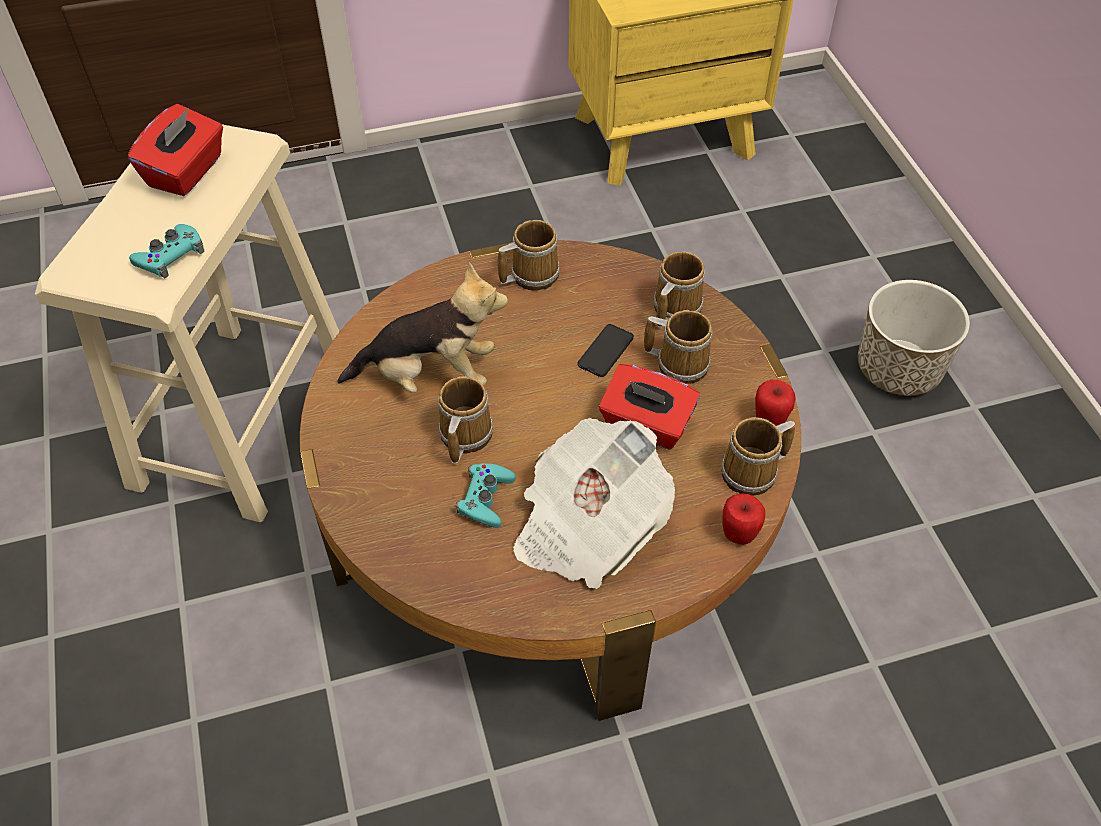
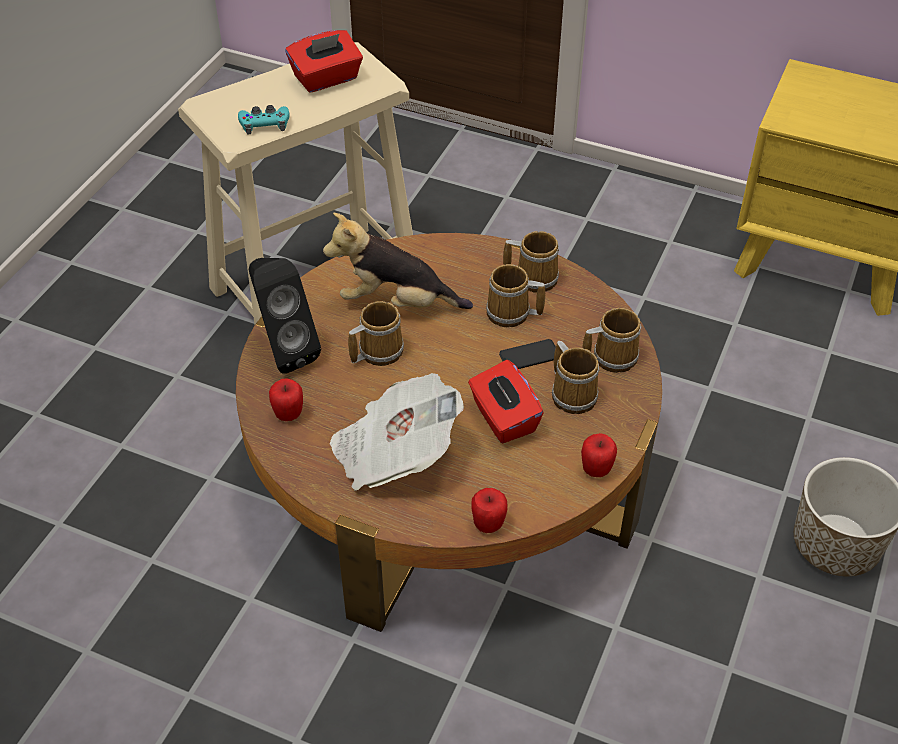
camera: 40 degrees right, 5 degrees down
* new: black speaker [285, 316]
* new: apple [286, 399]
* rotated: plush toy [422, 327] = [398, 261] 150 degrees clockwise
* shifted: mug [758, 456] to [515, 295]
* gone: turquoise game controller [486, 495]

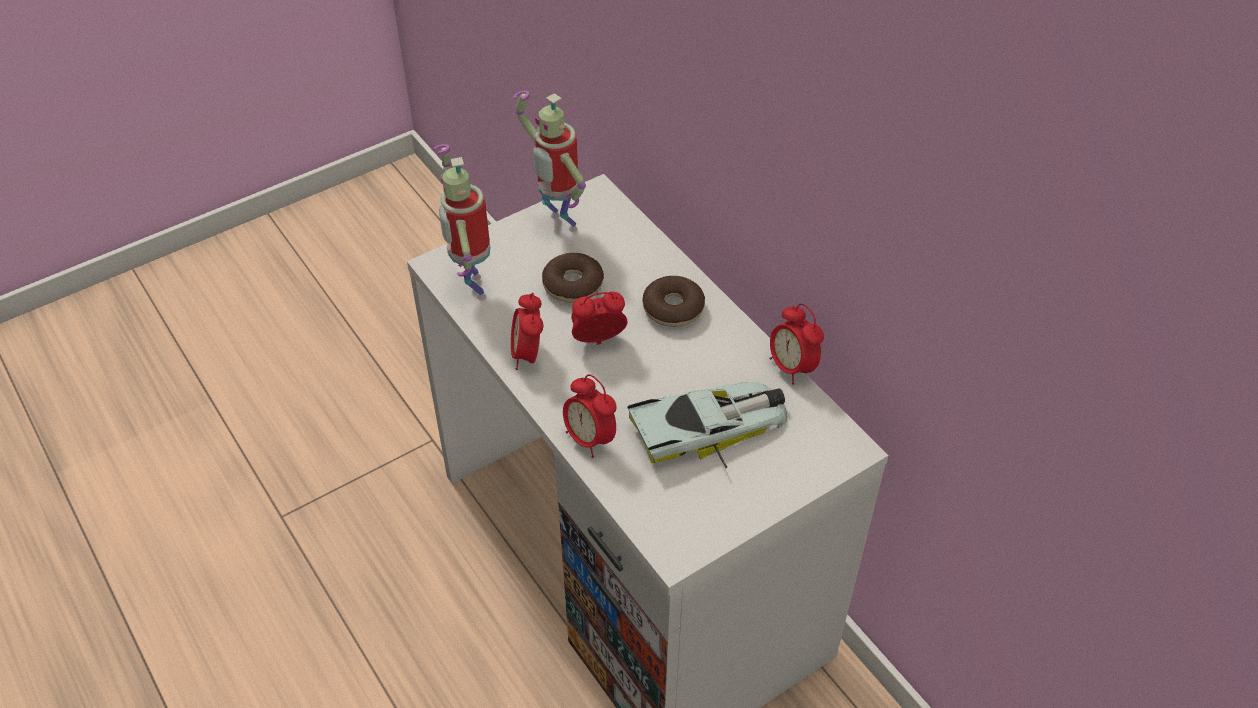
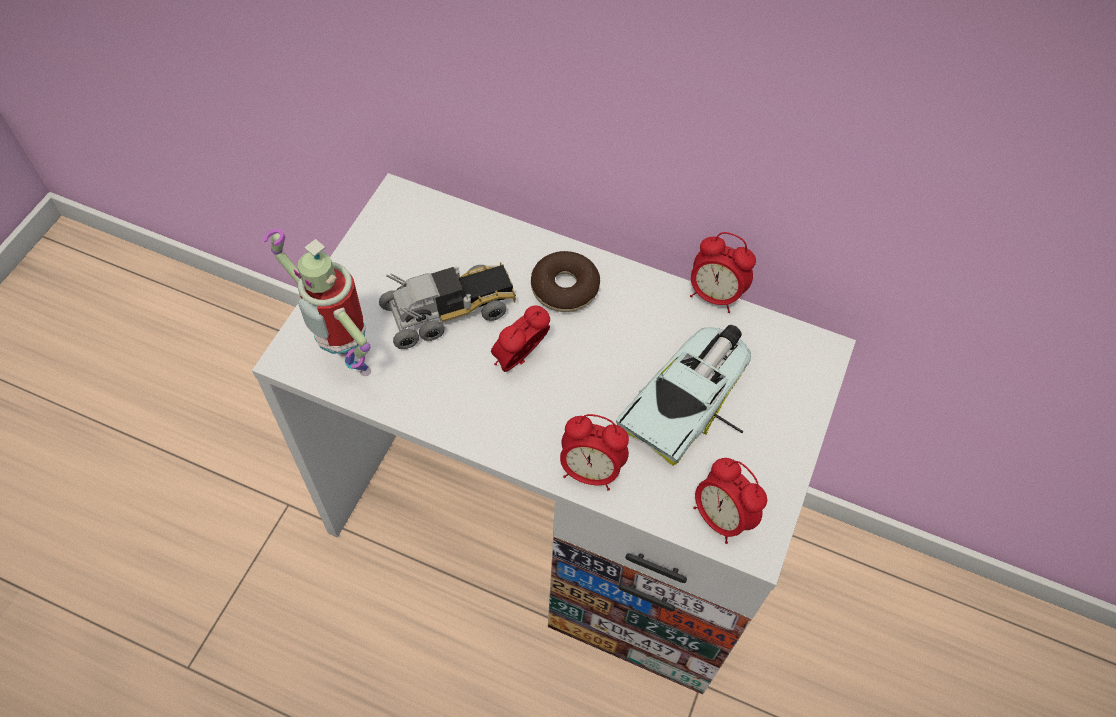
camera: 35 degrees left, 10 degrees up
* swapped: donut [573, 278] to toy truck [447, 305]
* shifted: alarm clock [527, 331] to [730, 501]
* gone: toy robot [550, 161]

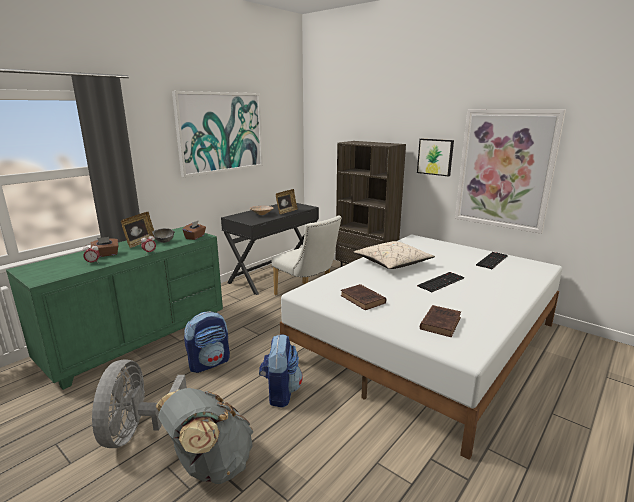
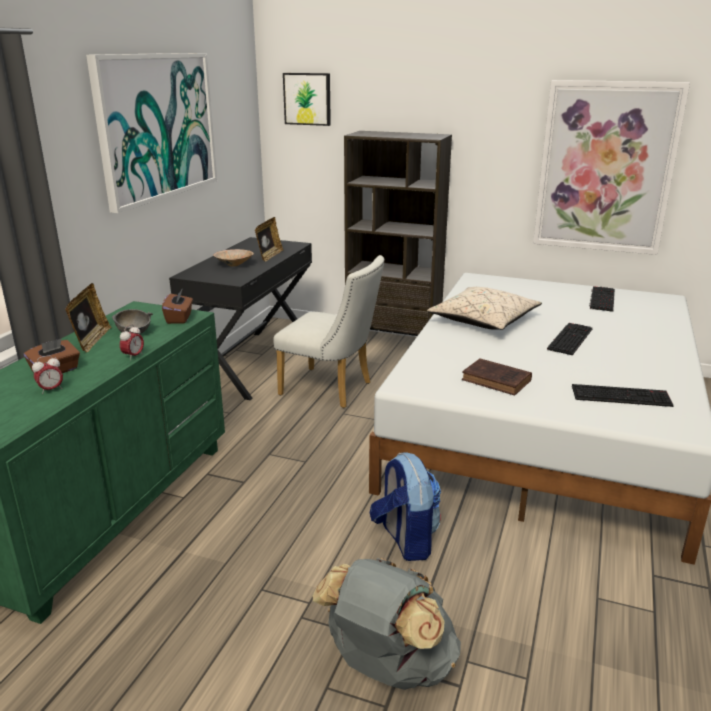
camera: 20 degrees left, 5 degrees up
* shifted: picture [435, 157] to [307, 99]
* swapped: brown book [440, 321] to keyboard [623, 395]
* gone: grey fan [139, 403]
* gone: backpack [207, 342]

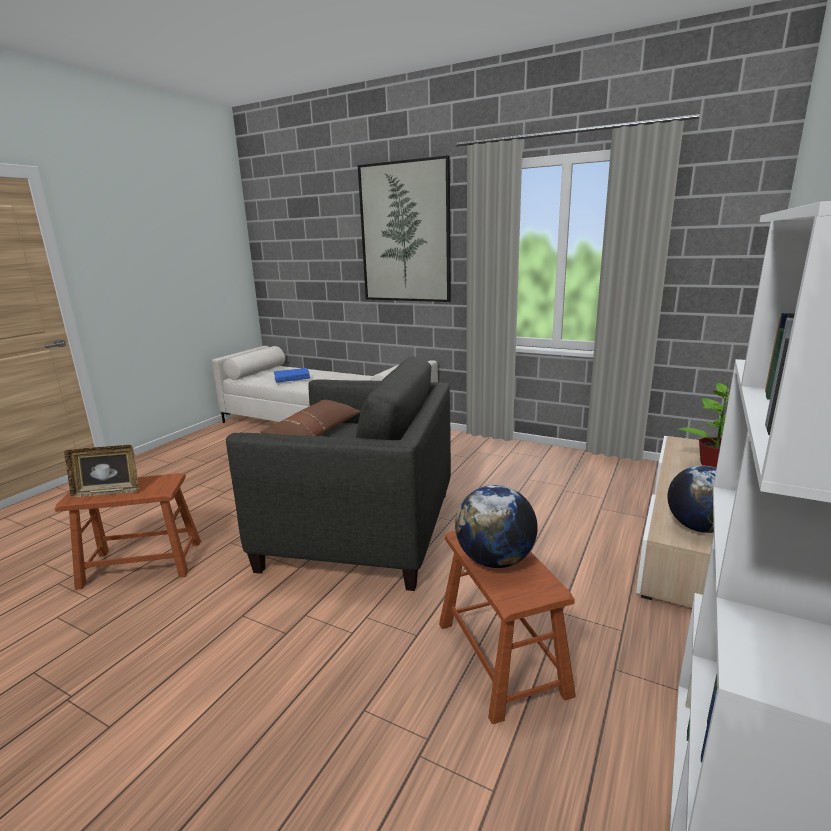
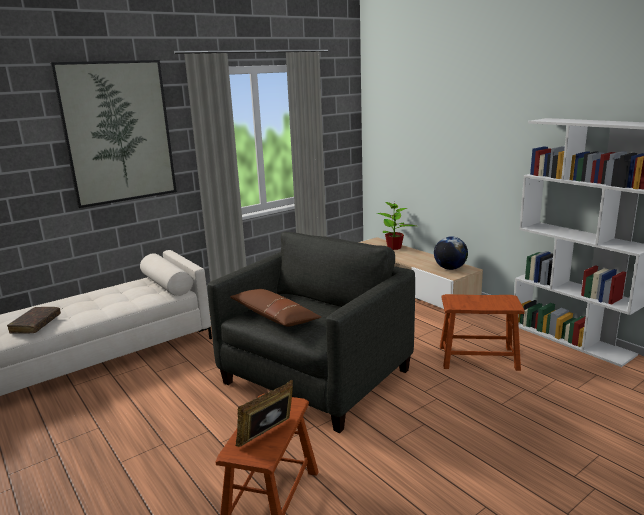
camera: 65 degrees left, 0 degrees up
* repainted: blue book [292, 375] to brown book [34, 320]
* rotated: picture frame [101, 471] = [264, 413] 150 degrees counterclockwise
* gone: globe [496, 526]

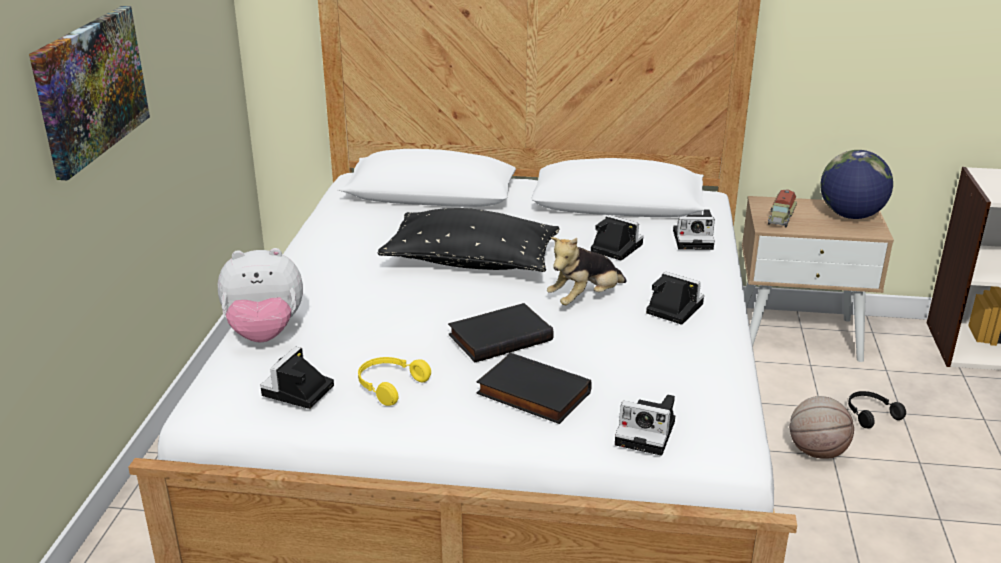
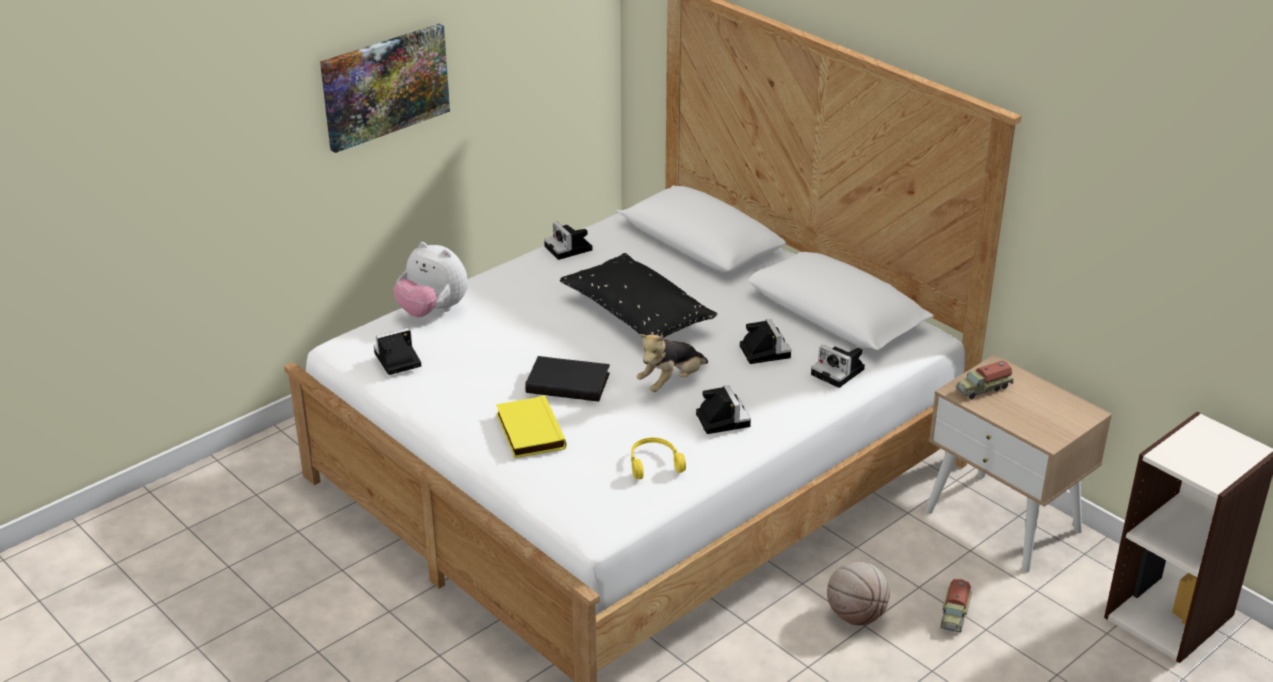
camera: 40 degrees right, 5 degrees up
* repainted: black book [534, 388] to yellow book [531, 426]
* shifted: photo camera [645, 425] to [568, 241]
* shifted: yellow headphones [394, 381] to [658, 458]
* rotated: plush toy [587, 271] = [672, 363] 45 degrees counterclockwise
* swapped: black headphones [877, 409] to toy truck [956, 605]
* gone: globe [857, 184]

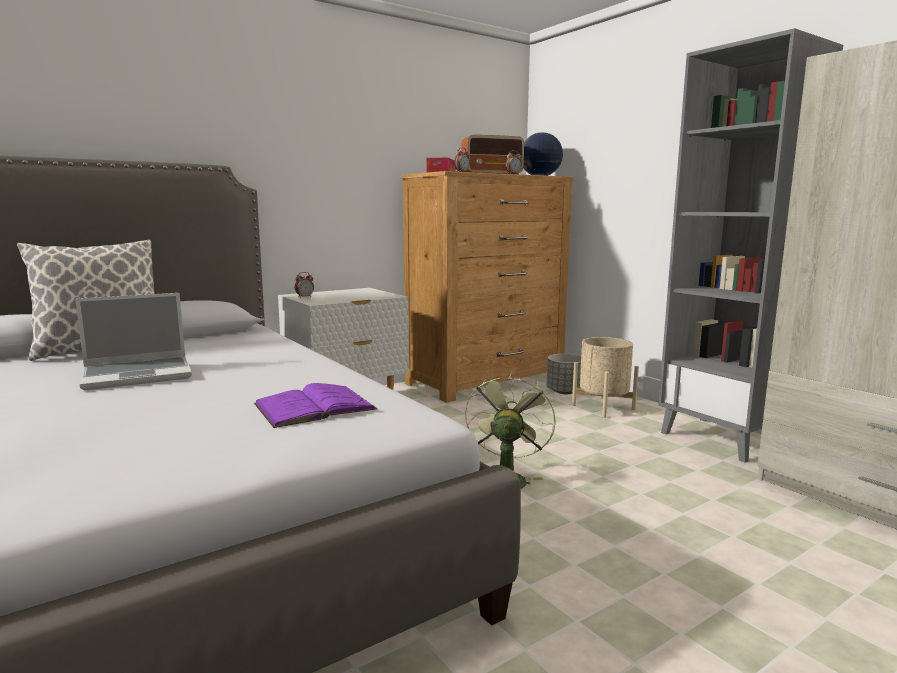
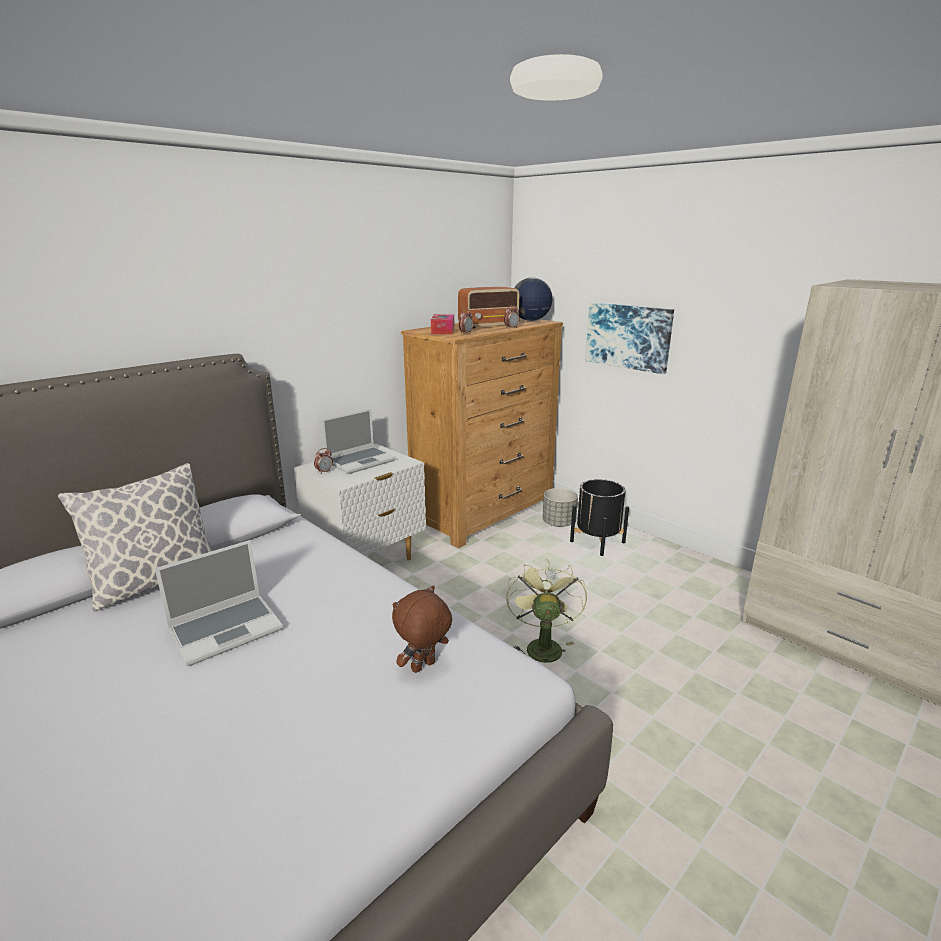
camera: 10 degrees left, 10 degrees up
* new: laptop [359, 441]
* swapped: purple book [315, 405] to brown plush toy [422, 629]
* repainted: beige planter [605, 377] to black planter [599, 517]
* new: picture [629, 338]
* gone: grey bookcase [750, 245]

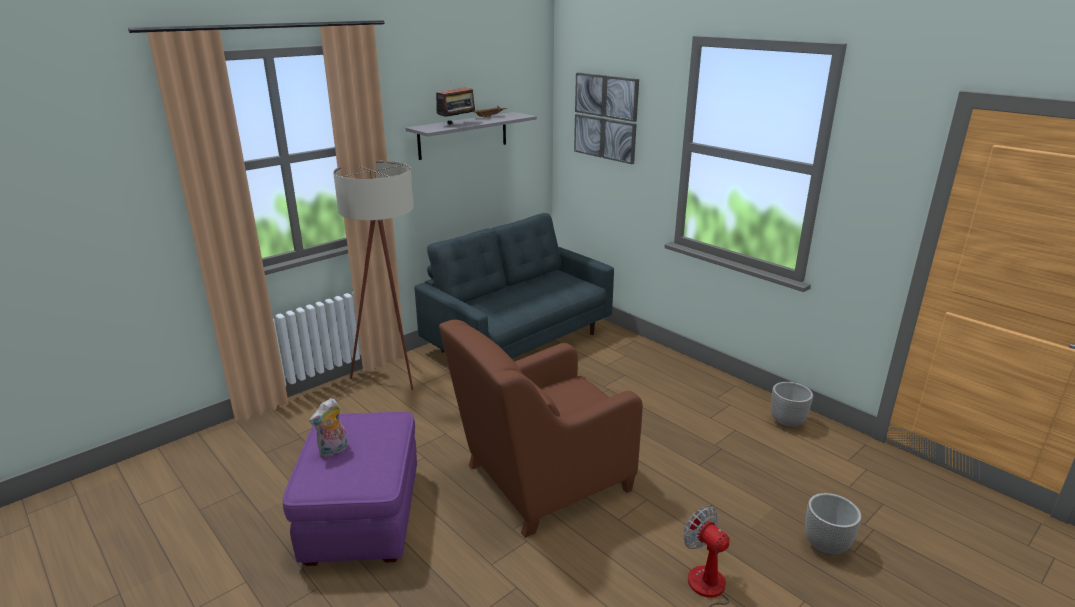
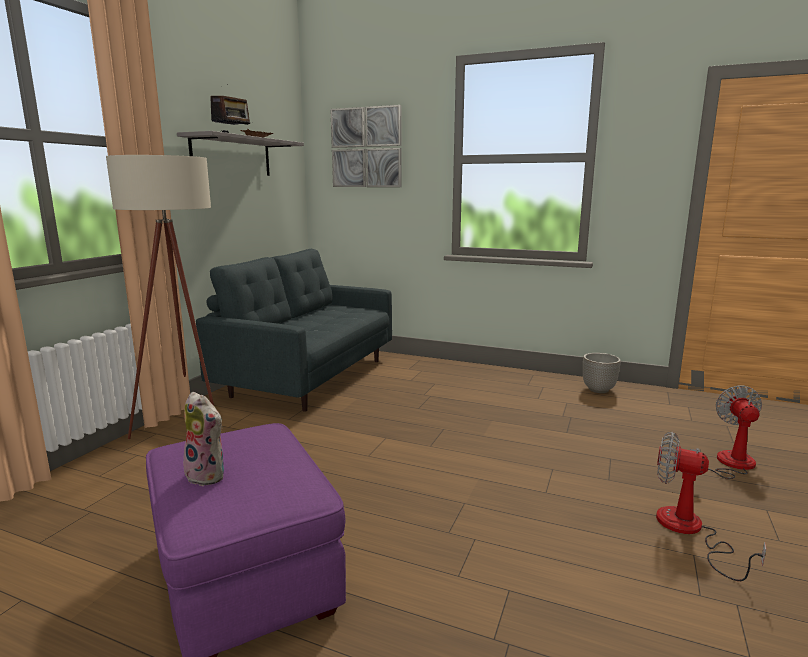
camera: 25 degrees left, 10 degrees down
* rotated: plush toy [328, 427] = [203, 439] 75 degrees counterclockwise
* swapped: planter [833, 524] to fan [726, 432]
* gone: brown armchair [541, 429]

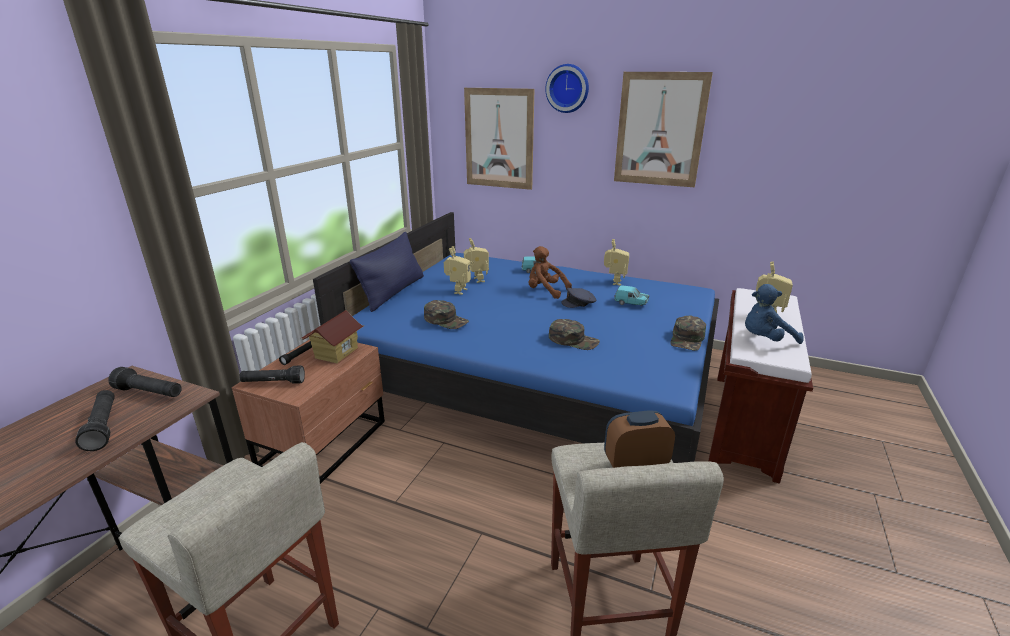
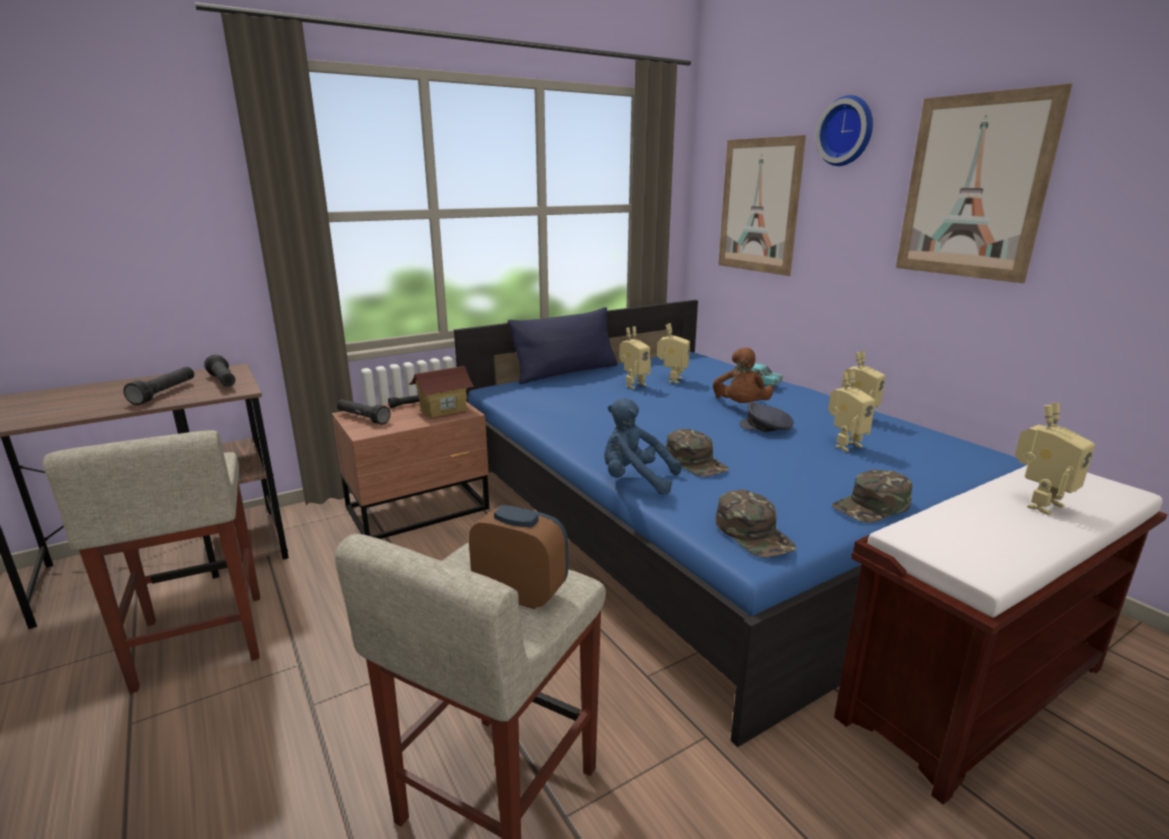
camera: 35 degrees right, 5 degrees down
* shifted: blue plush toy [774, 314] to [642, 446]
* rotated: brown plush toy [550, 272] = [743, 375] 150 degrees counterclockwise
* shifted: green cap [446, 314] to [756, 524]
* swapped: turquoise toy car [631, 295] to toy robot [851, 411]

